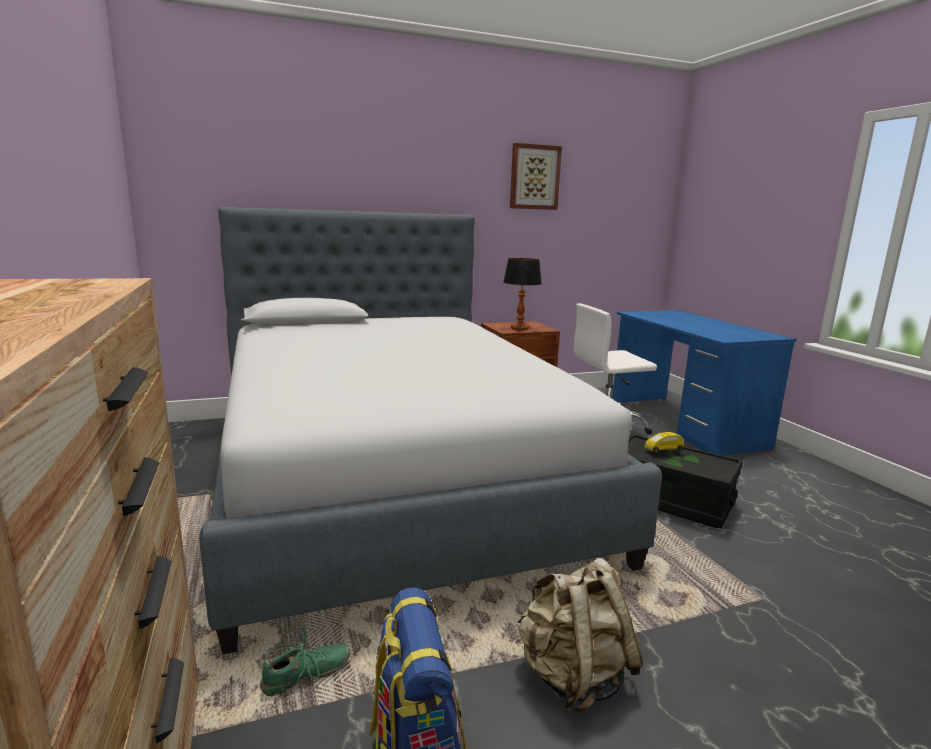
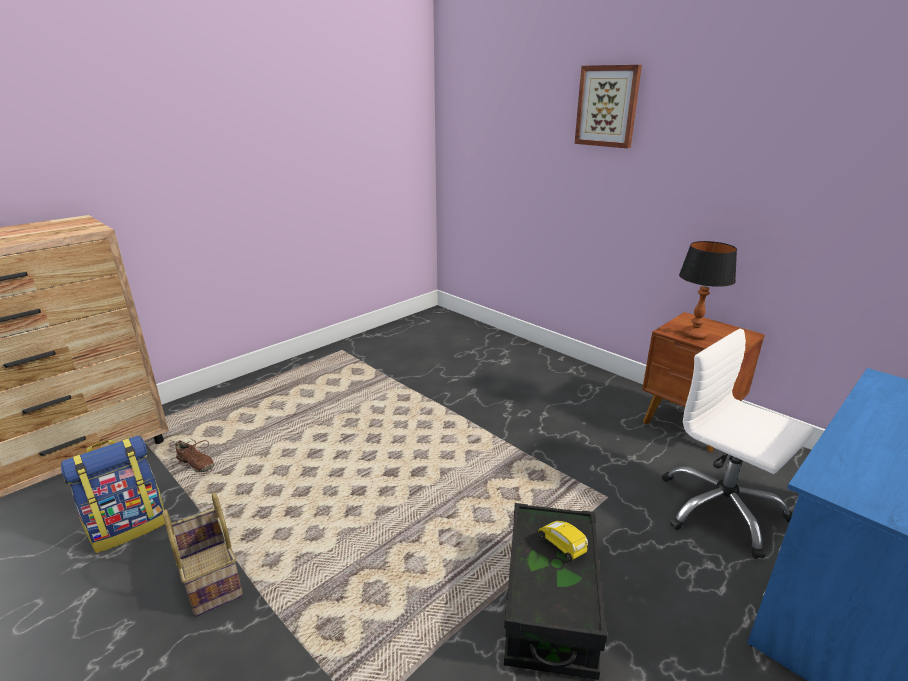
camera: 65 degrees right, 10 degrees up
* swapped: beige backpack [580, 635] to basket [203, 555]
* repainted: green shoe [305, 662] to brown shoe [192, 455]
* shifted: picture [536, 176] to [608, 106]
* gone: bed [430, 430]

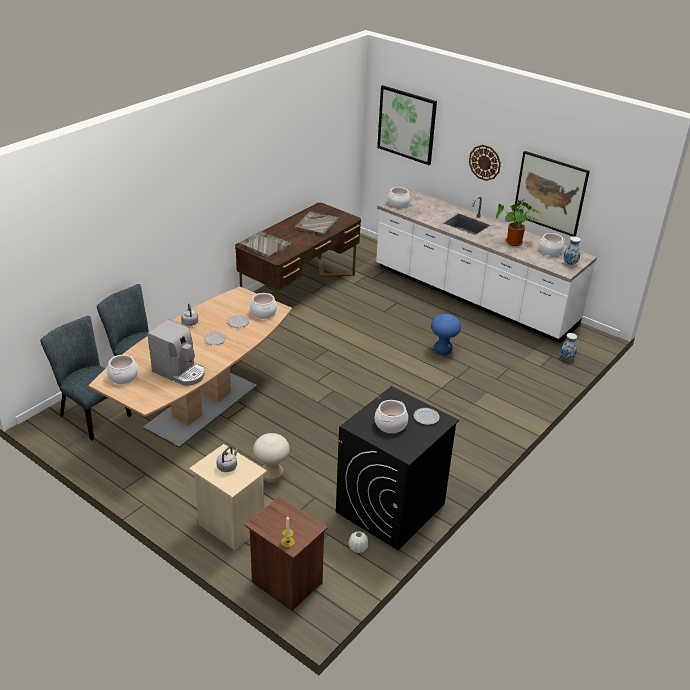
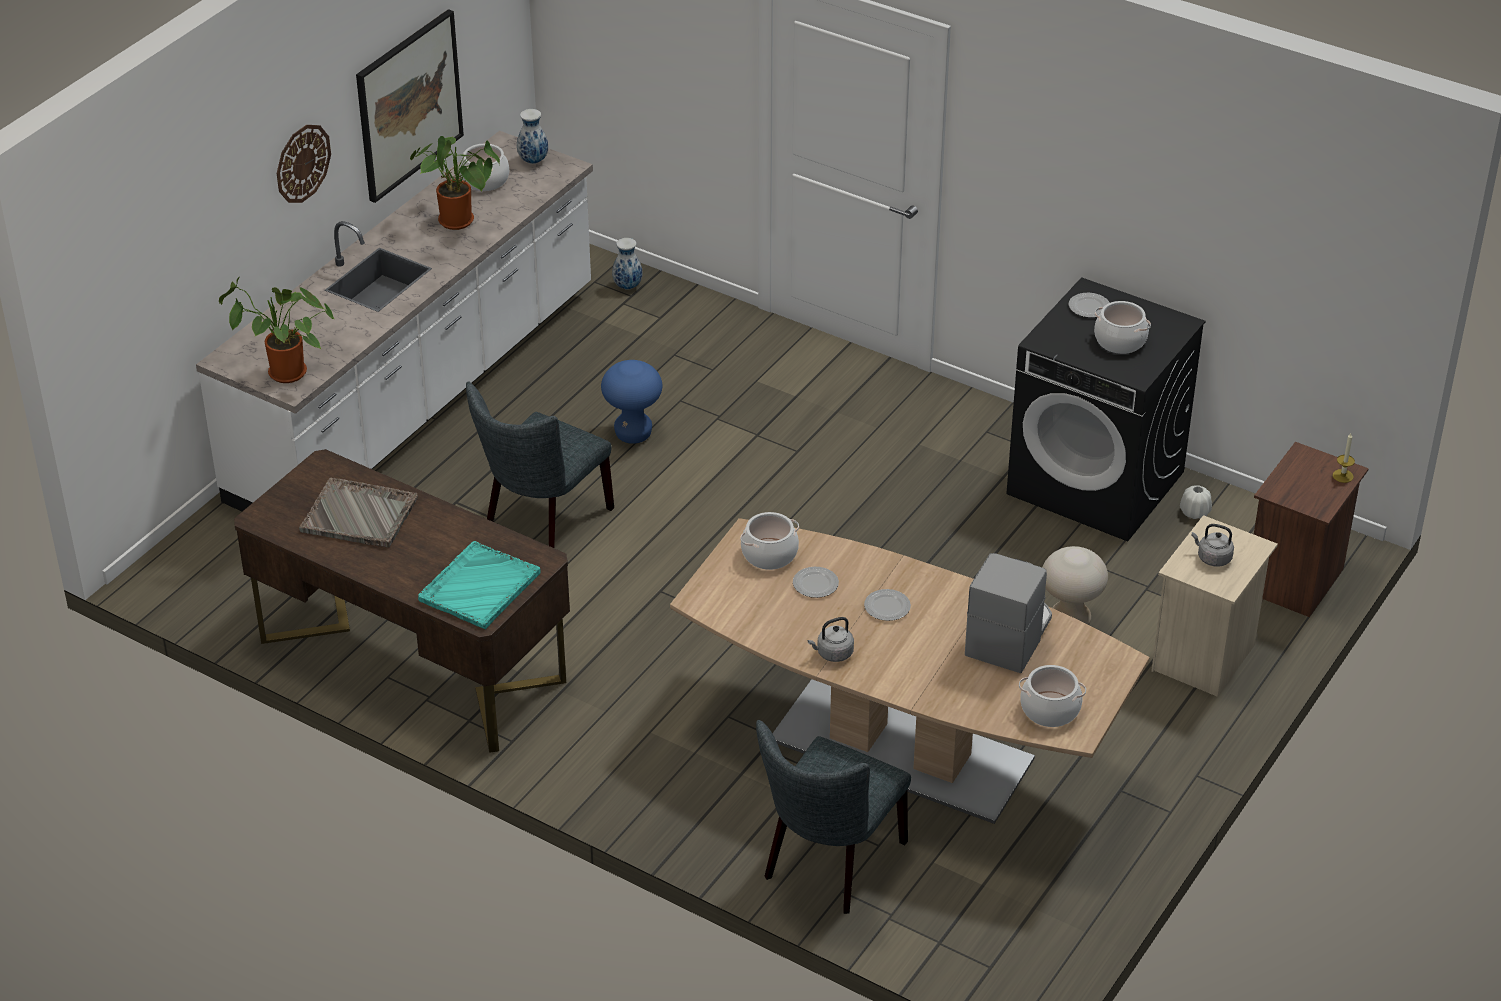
camera: 95 degrees left, 5 degrees up
* swapped: cooking pot [399, 197] to potted plant [277, 330]
* repainted: grey tray [264, 244] to turquoise tray [479, 585]
* shifted: grey chair [86, 378] to [540, 464]
* gone: picture [407, 125]

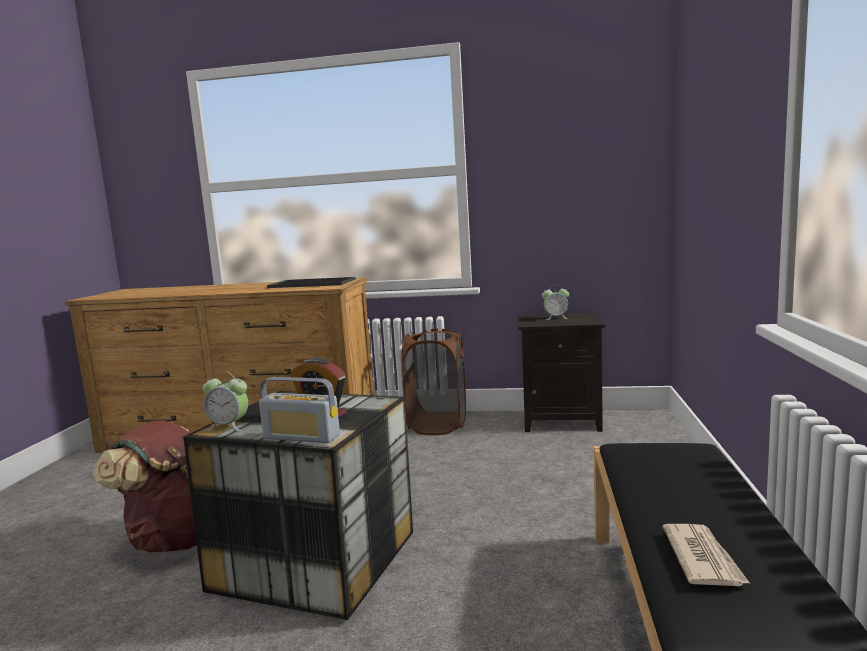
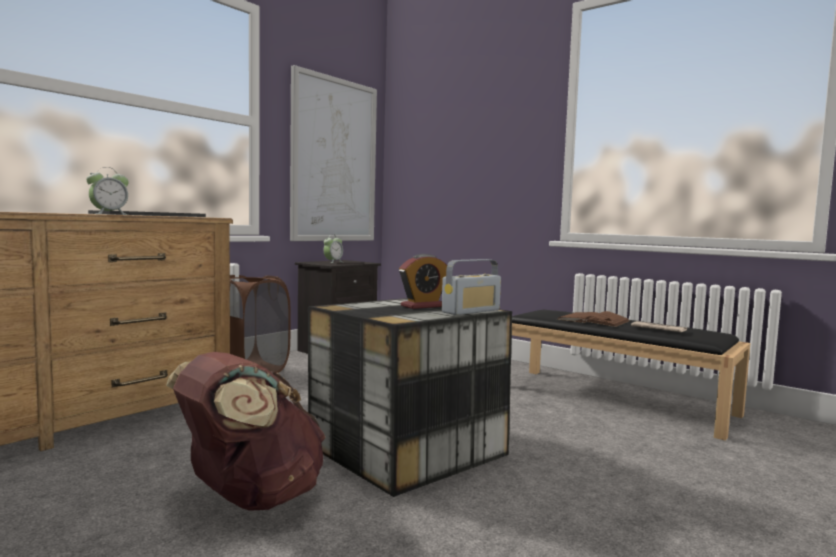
camera: 60 degrees left, 5 degrees down
* shifted: alarm clock [225, 401] to [107, 191]
* new: picture [333, 153]
* new: brown book [593, 319]

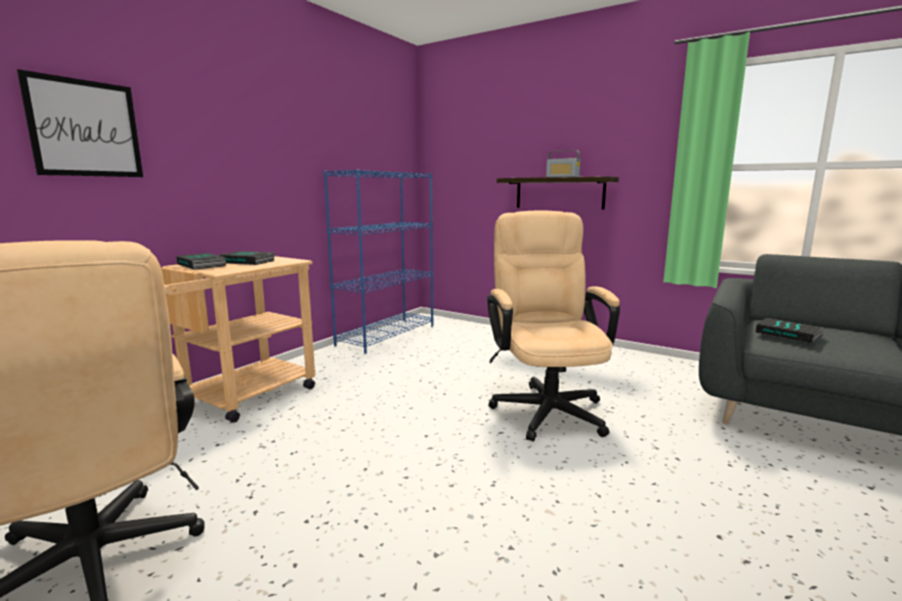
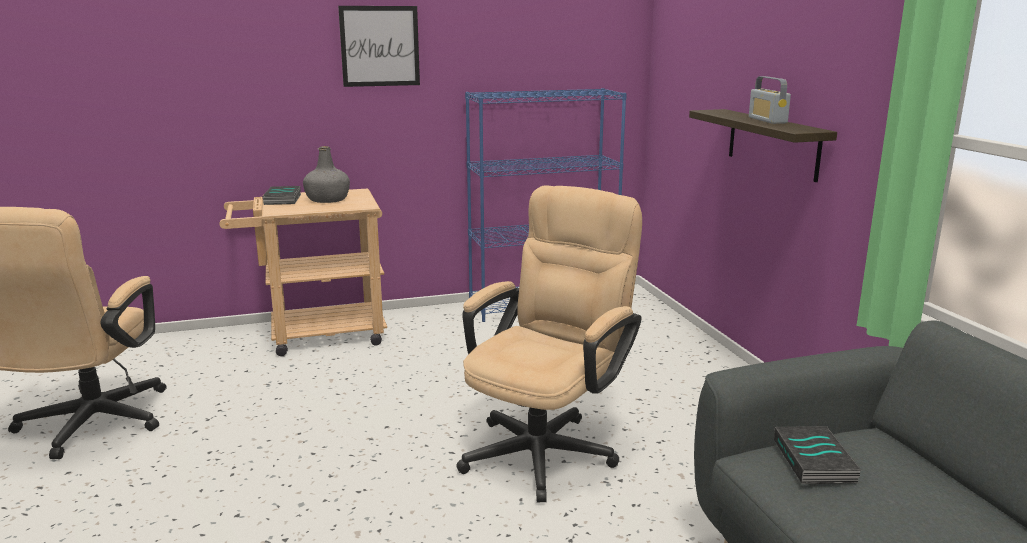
camera: 40 degrees right, 5 degrees up
* swapped: book [247, 258] to grey bottle [326, 174]
* shifted: picture [80, 123] to [379, 46]

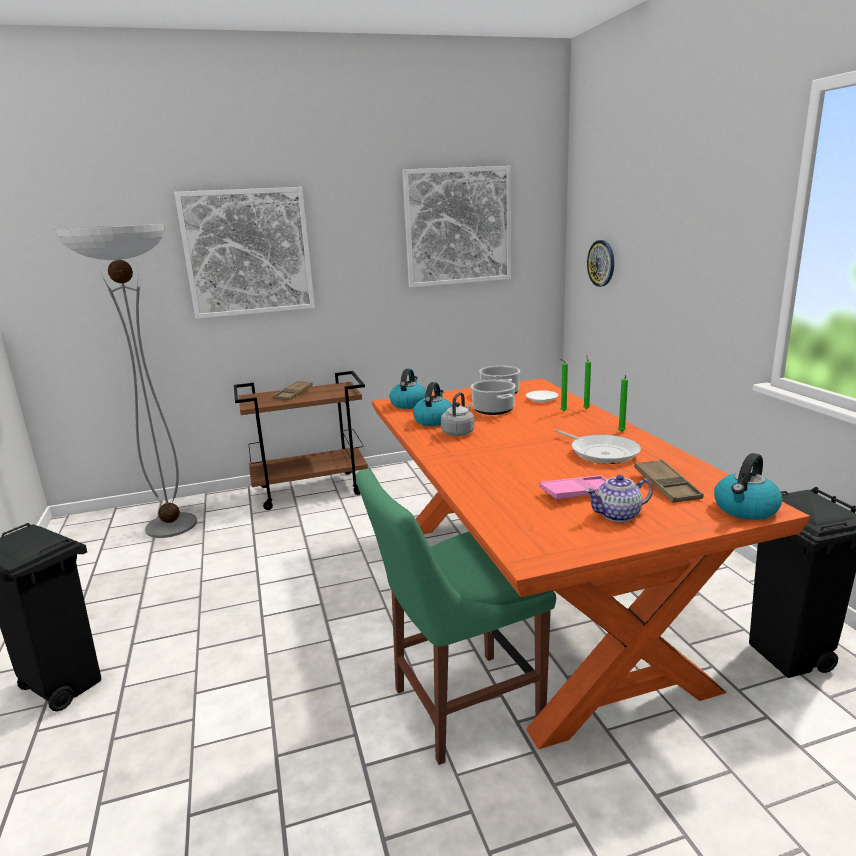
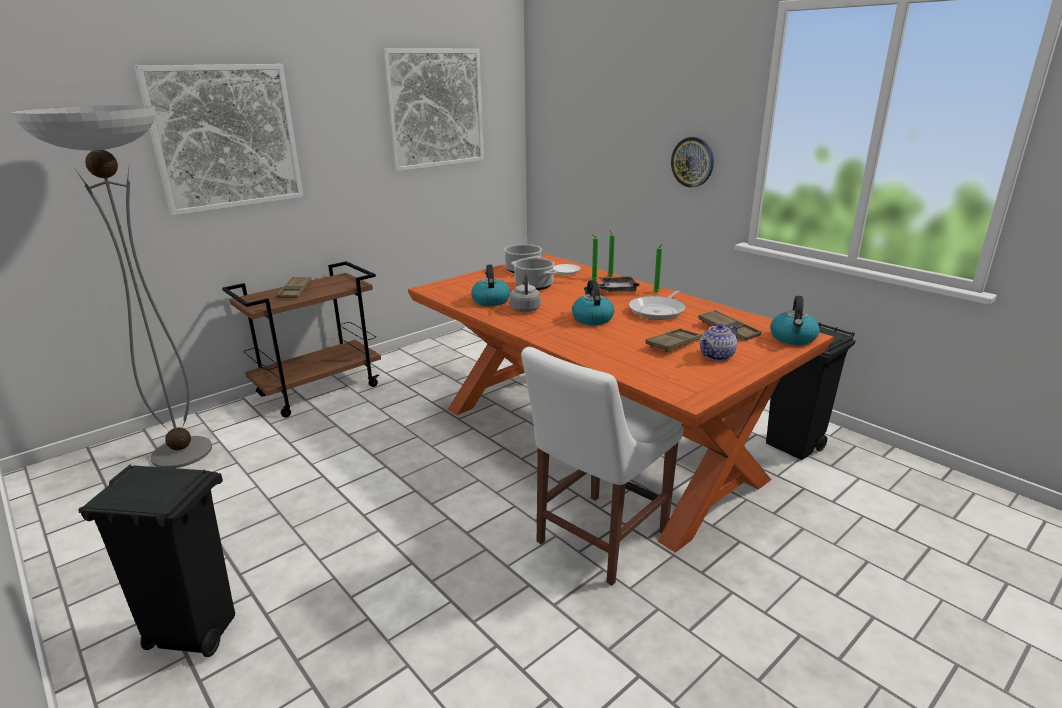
camera: 25 degrees left, 5 degrees up
* repainted: green chair [456, 617] to white chair [602, 466]
* shifted: kettle [408, 389] to [593, 302]
* new: grey tray [618, 284]
* rotated: frying pan [597, 446] = [657, 305] 90 degrees clockwise
* repainted: pink tray [573, 488] to brown tray [673, 340]
* shifted: wall clock [600, 263] to [692, 162]

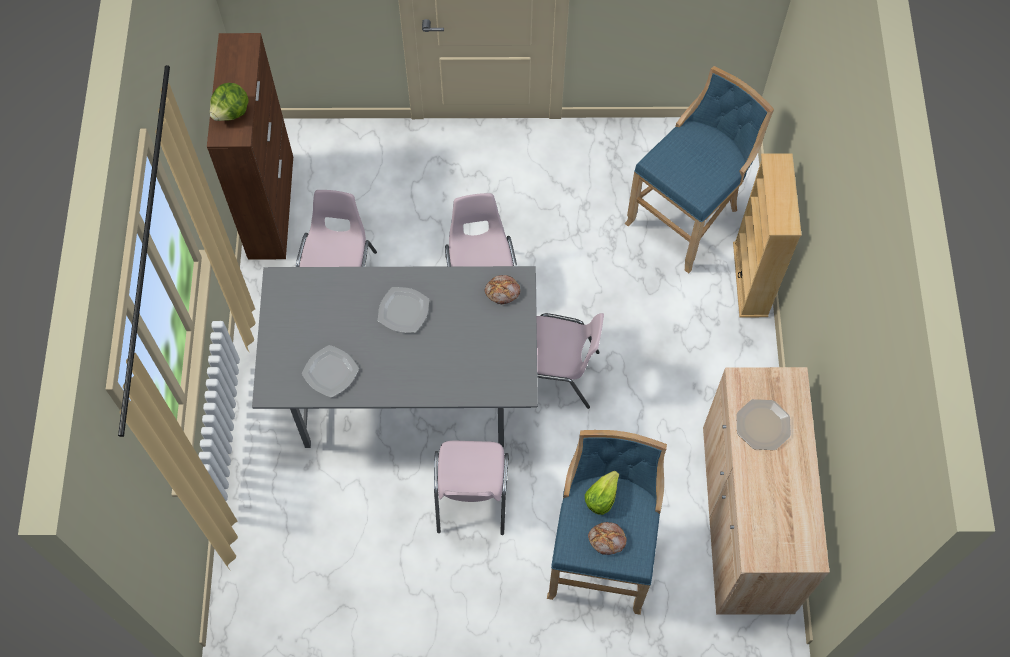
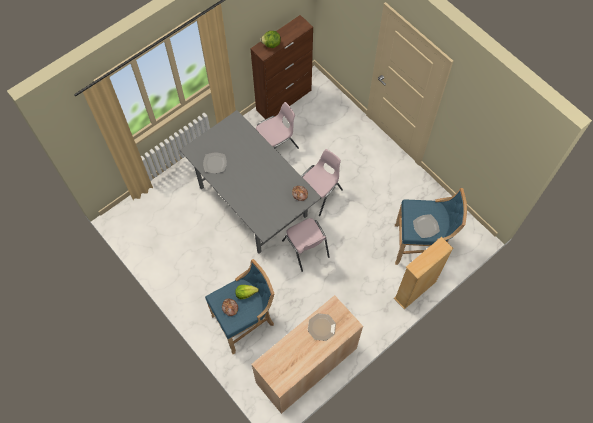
camera: 50 degrees right, 0 degrees up
* shifted: plate [403, 310] to [426, 226]
* gone: pink chair [471, 488]

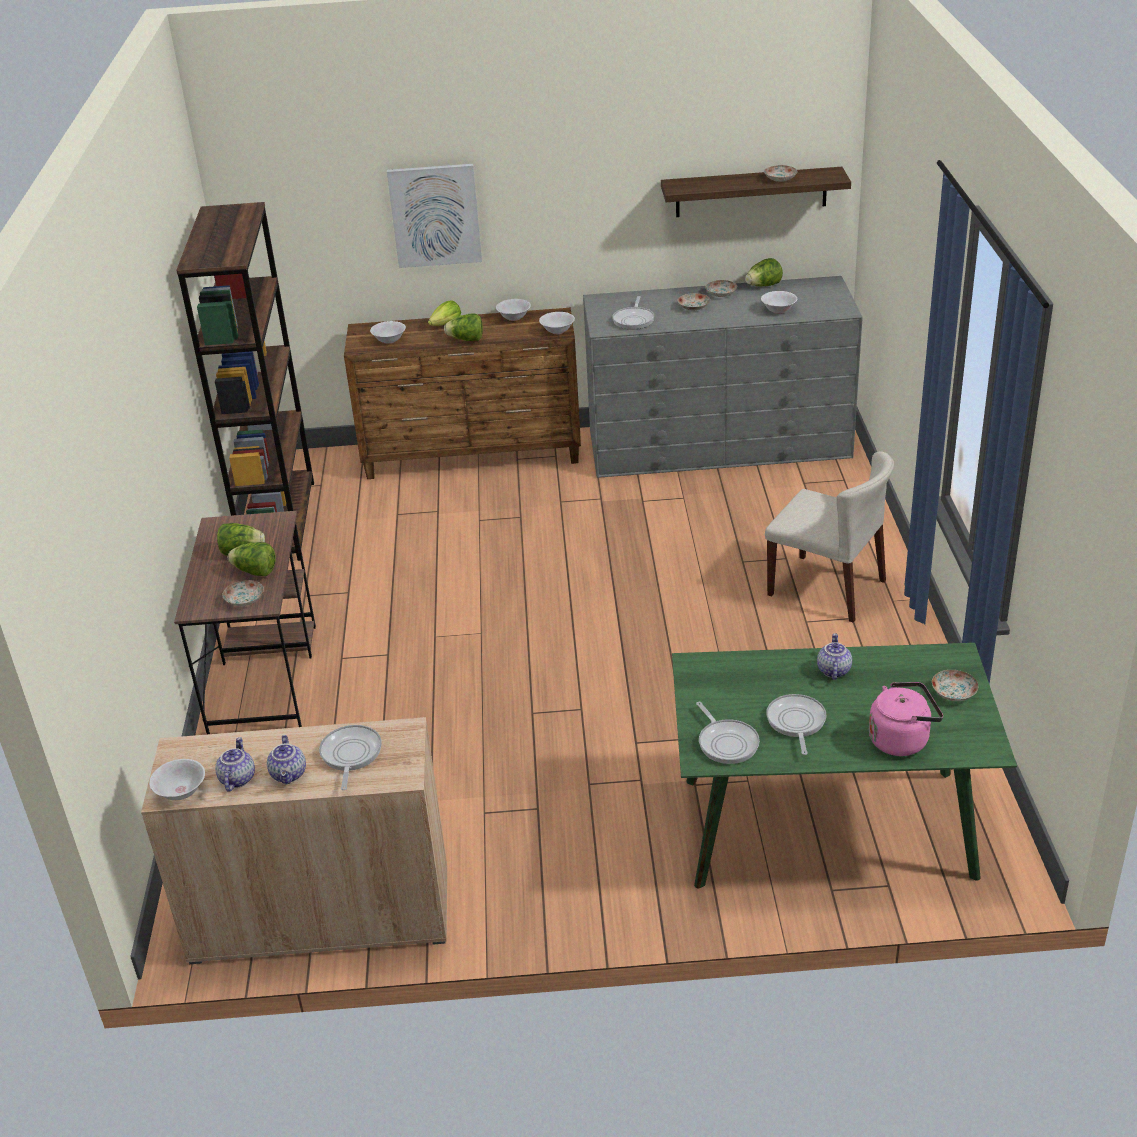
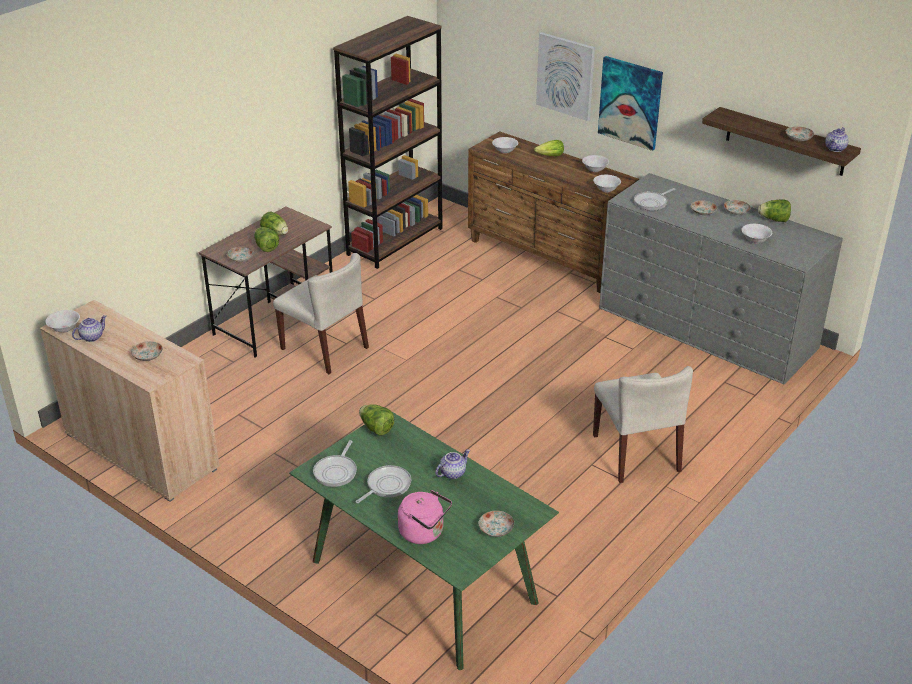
camera: 40 degrees right, 0 degrees up
* swapped: frying pan [350, 757] to plate [147, 351]
* new: beige chair [321, 313]
* shifted: lettuce [463, 327] to [376, 420]
* new: picture [630, 103]
* shifted: teapot [286, 760] to [837, 139]

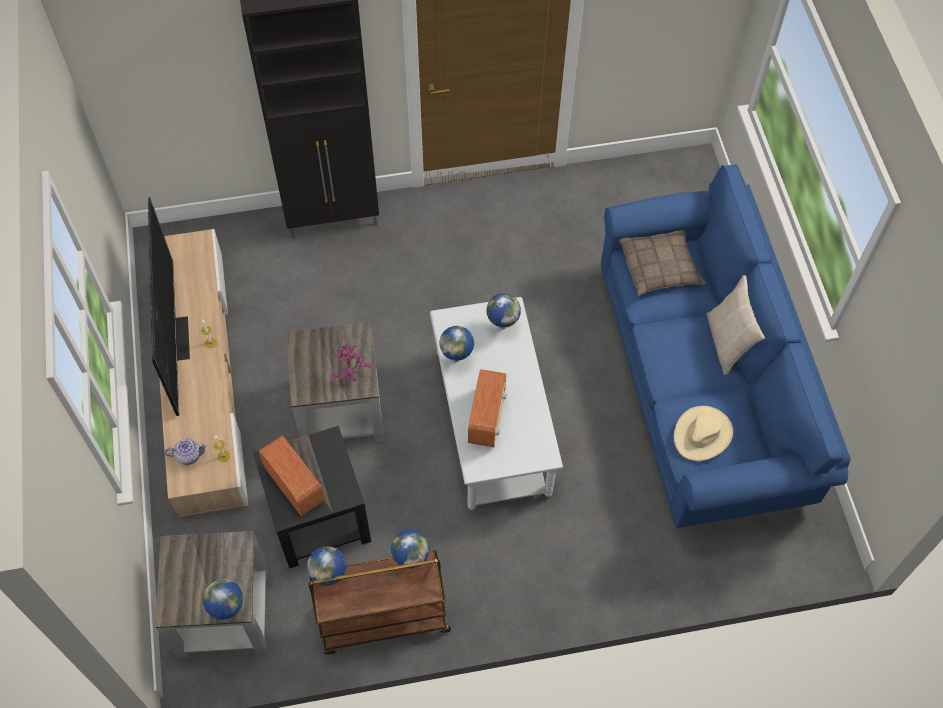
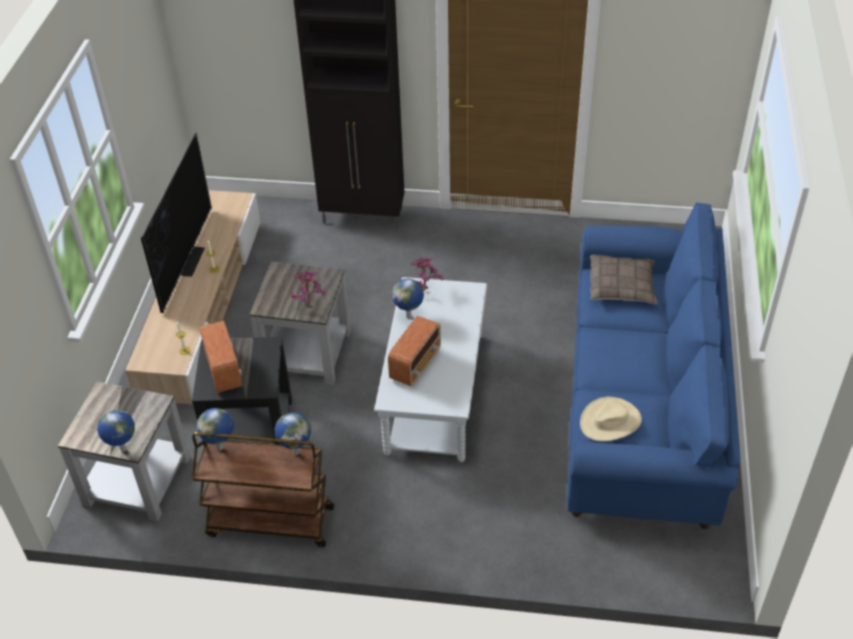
camera: 20 degrees right, 15 degrees down
* new: potted plant [426, 274]
* gone: teapot [186, 451]
* gone: globe [504, 311]
* gone: beige pillow [735, 325]

